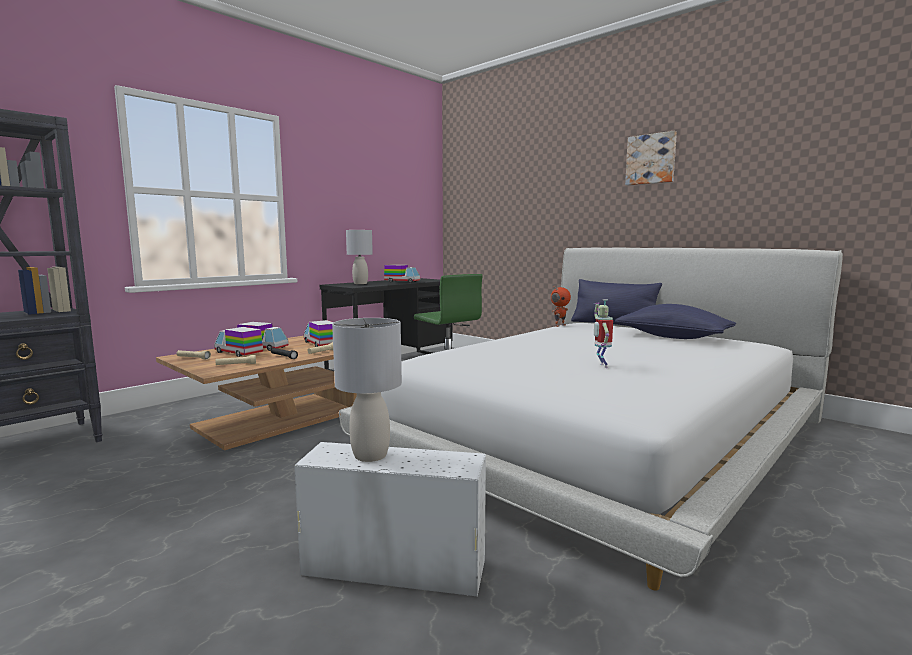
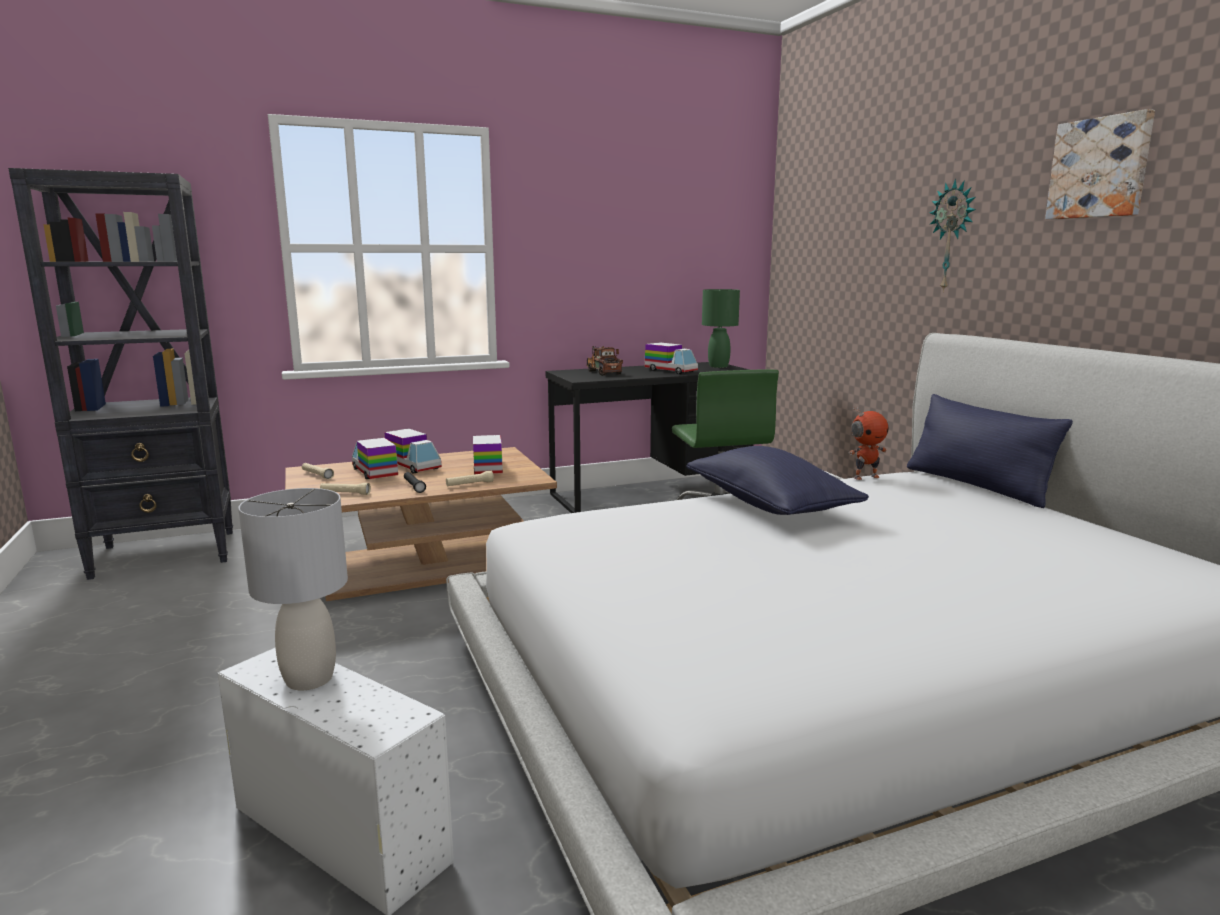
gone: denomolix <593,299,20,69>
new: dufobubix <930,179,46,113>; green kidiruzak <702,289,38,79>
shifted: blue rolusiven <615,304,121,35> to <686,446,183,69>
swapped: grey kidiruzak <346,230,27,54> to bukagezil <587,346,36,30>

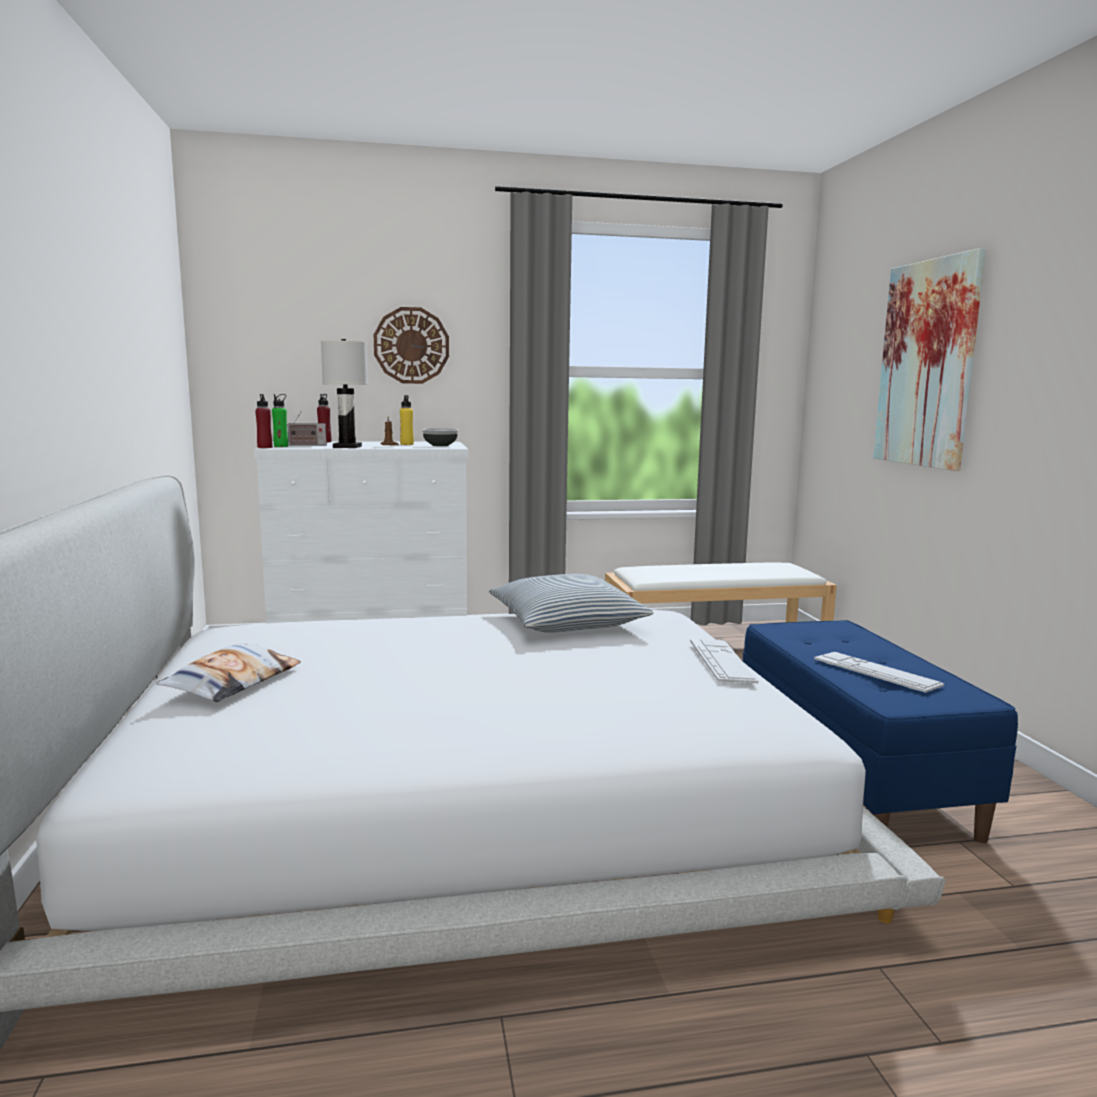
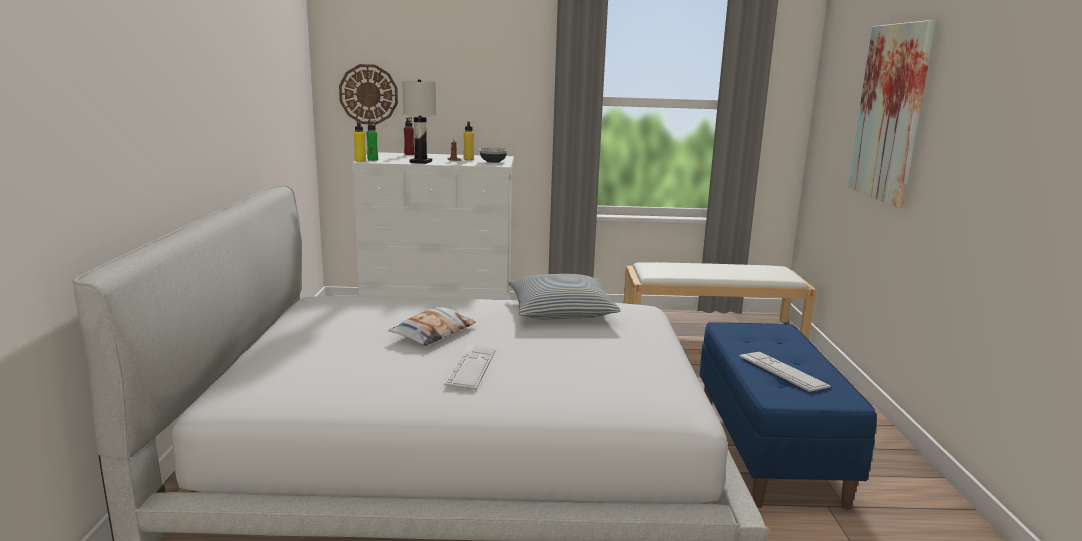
gone: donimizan <288,412,39,34>
shifted: dufobubix <374,307,75,77> to <339,64,59,60>; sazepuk <690,639,69,44> to <444,345,52,45>; rolusiven <156,643,145,59> to <388,307,88,39>
repainted: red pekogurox <255,394,17,54> to yellow pekogurox <354,121,12,41>

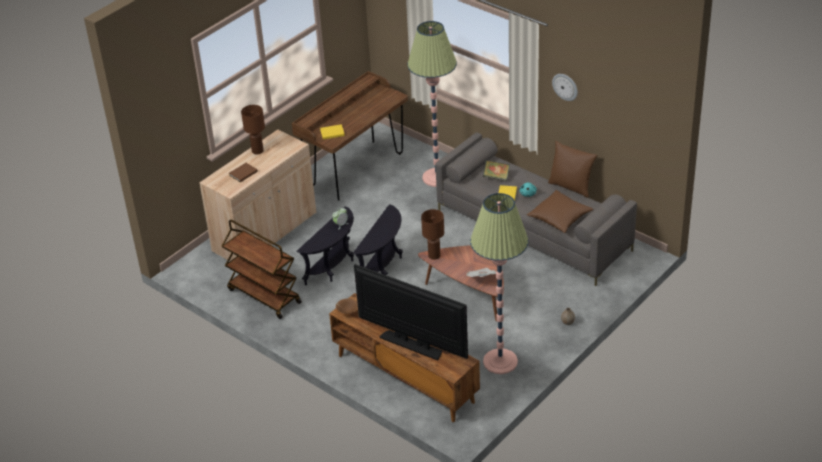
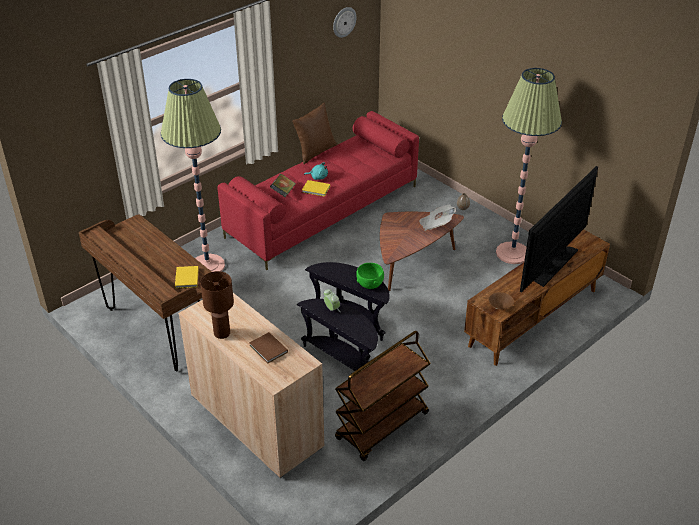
gone: brown rolusiven <527,190,66,43>; brown kidiruzak <421,209,23,51>
new: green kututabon <356,263,28,26>
shifted: dufobubix <552,74,26,27> to <333,7,24,31>
repainted: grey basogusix <435,132,202,154> to red basogusix <217,111,202,159>

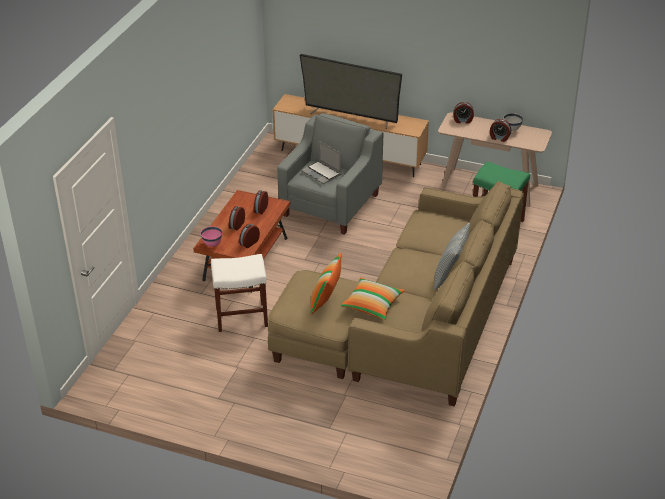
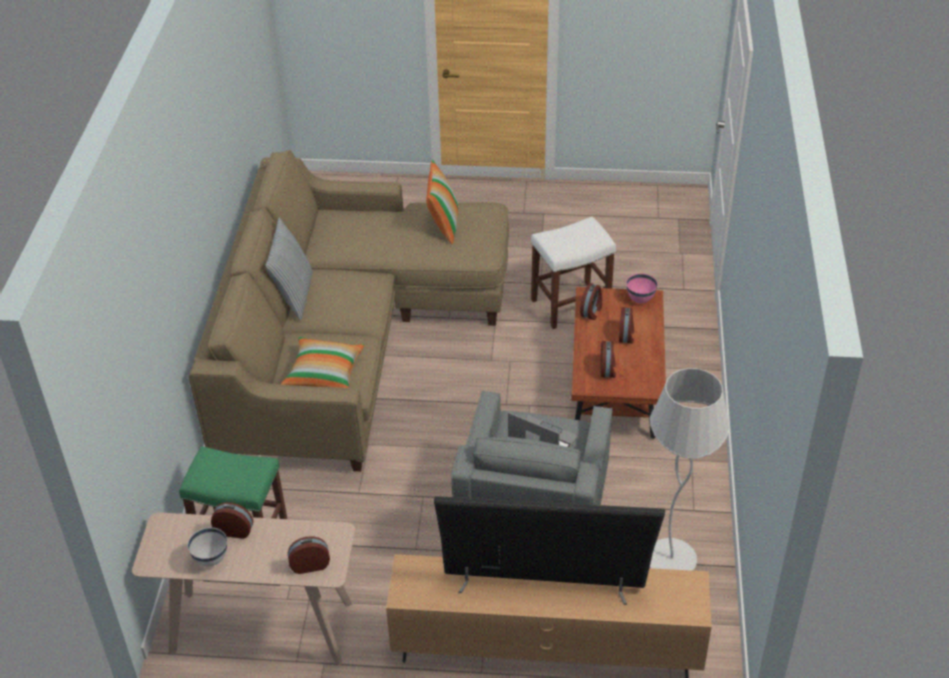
new: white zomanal <650,368,80,203>
shifted: rolusiven <341,277,64,43> to <281,337,83,51>

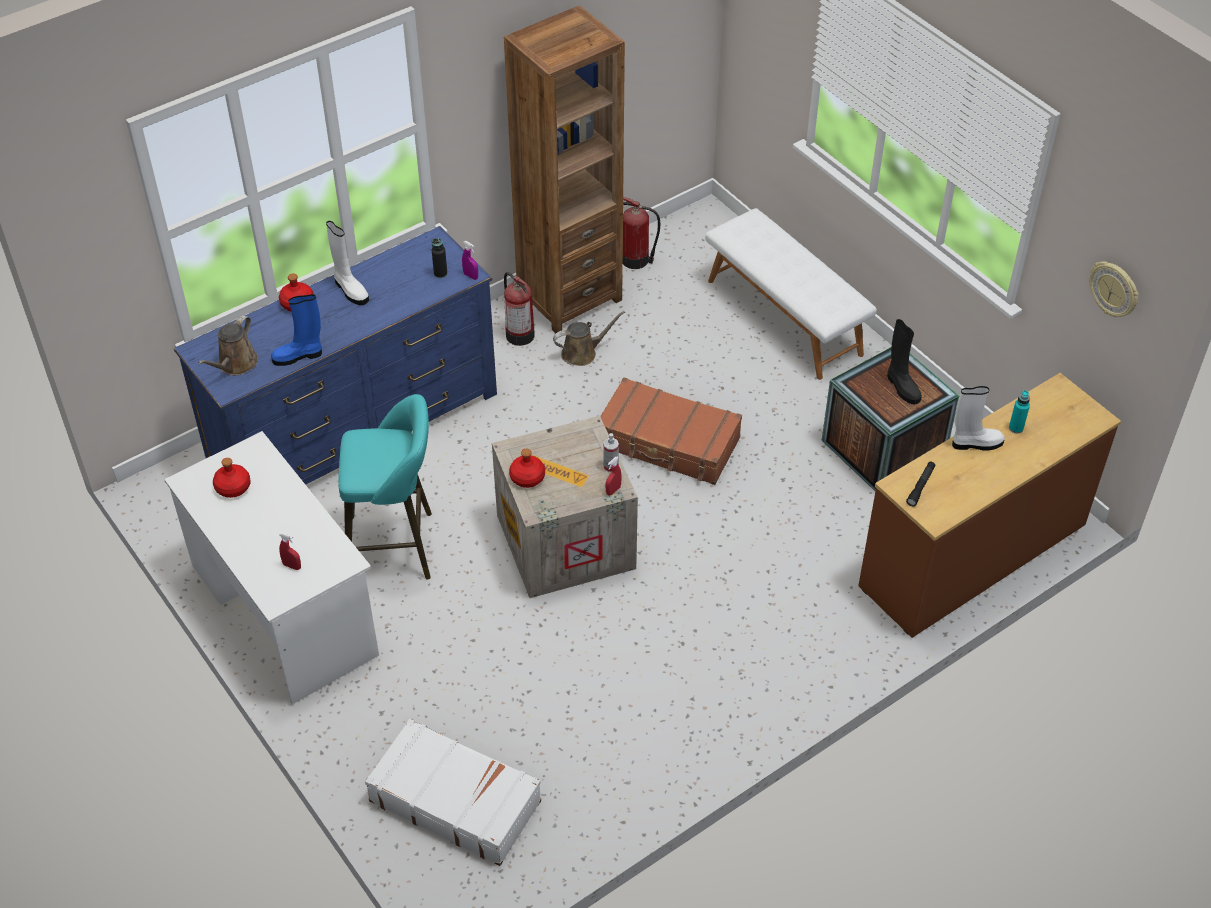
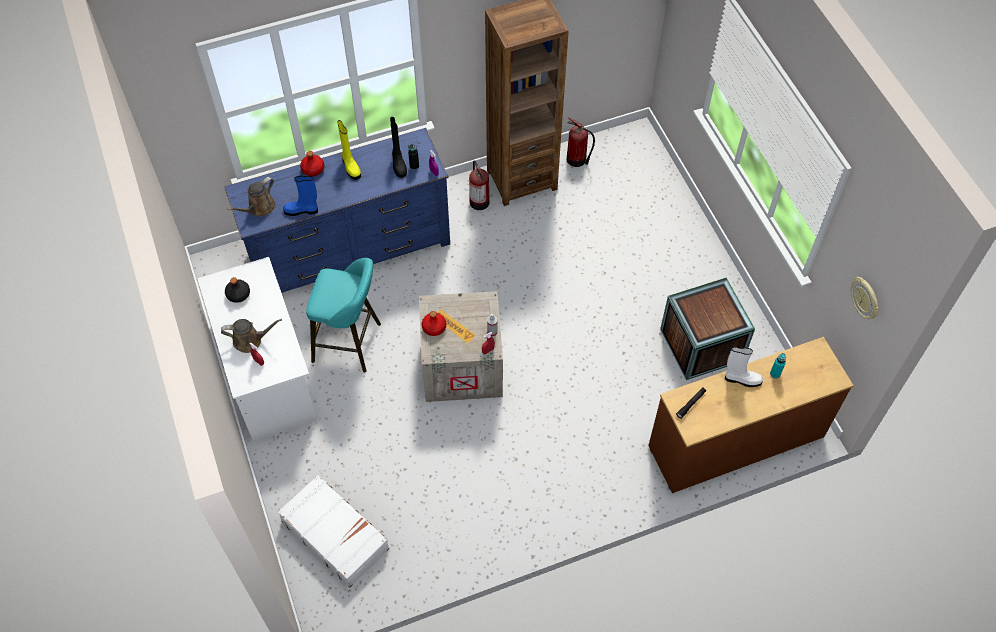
gone: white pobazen <705,208,172,172>; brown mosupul <600,377,142,108>
shifted: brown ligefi <553,311,72,55> to <221,319,61,34>; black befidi <887,319,35,86> to <390,117,17,61>
repainted: white befidi <326,221,43,84> to yellow befidi <337,120,24,60>; red pekogurox <213,458,38,40> to black pekogurox <225,277,25,26>

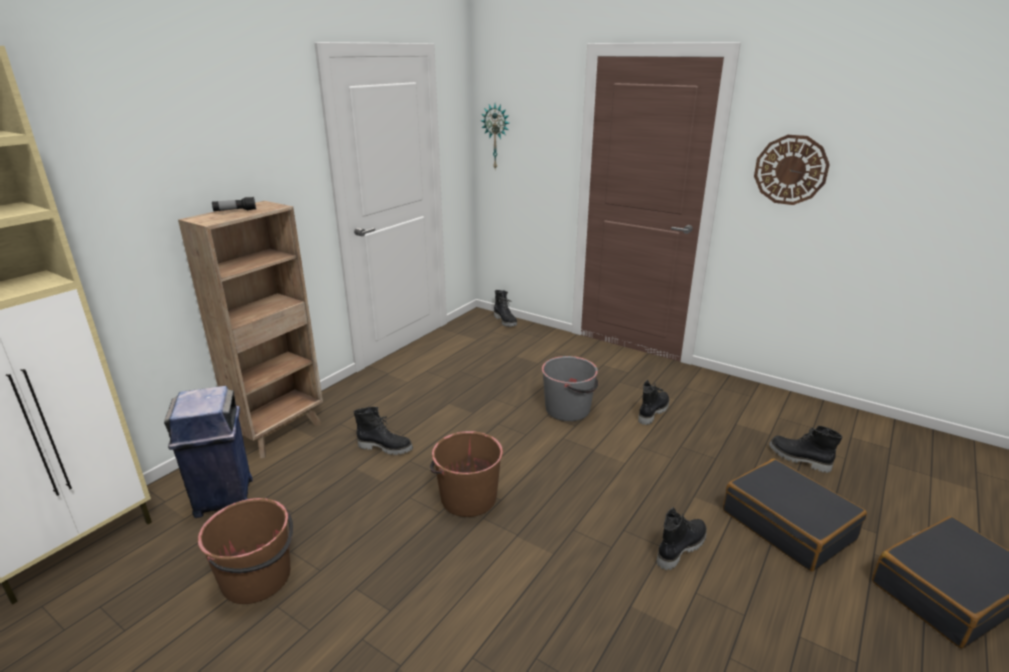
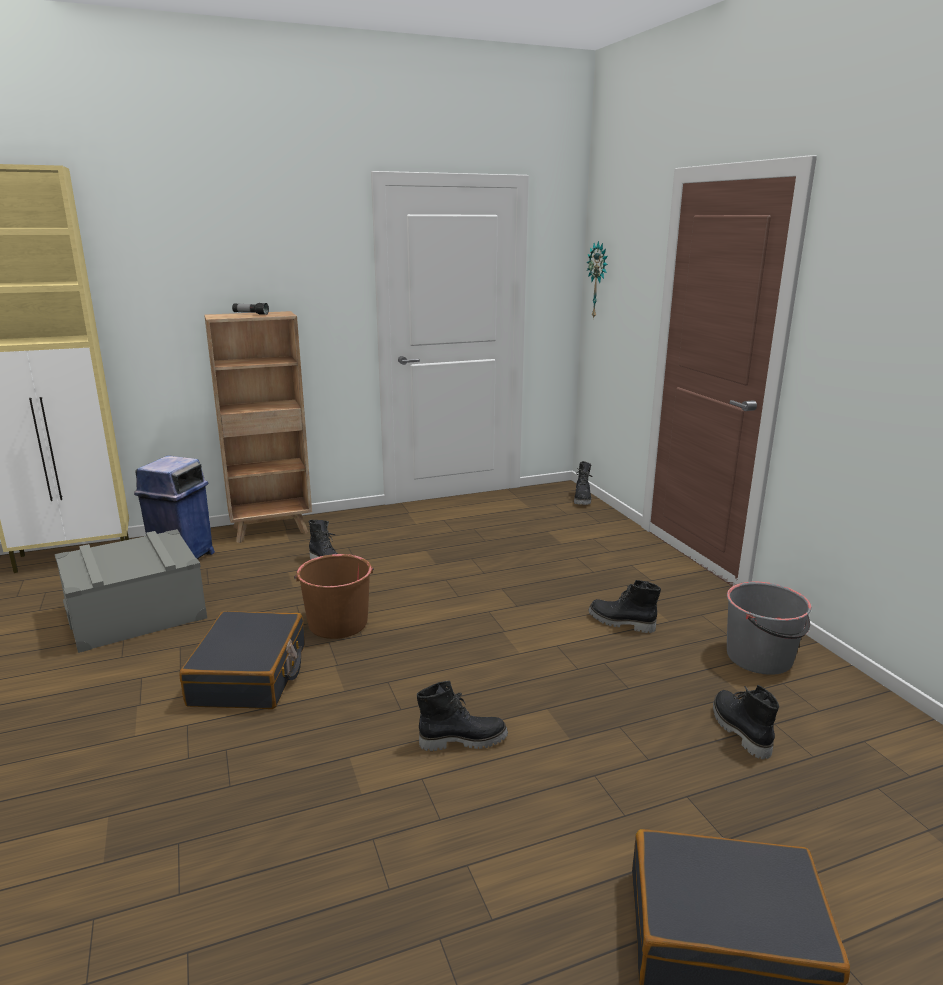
gone: dufobubix <754,135,76,70>
shifted: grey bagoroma <542,356,56,65> to <727,582,84,93>; black mosupul <723,458,144,113> to <179,611,126,98>
swapped: brown bagoroma <198,498,95,106> to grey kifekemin <55,529,152,124>
rotated: black befidi <638,380,31,45> = <588,580,73,53> 135 degrees counterclockwise

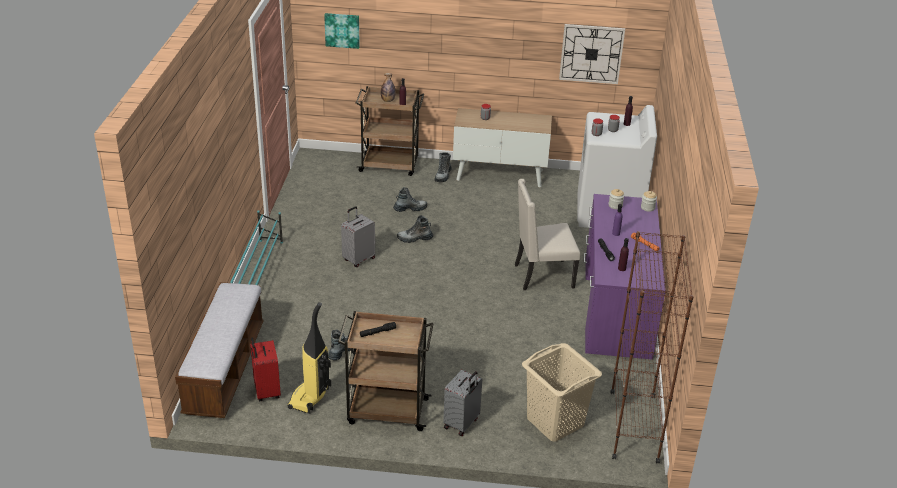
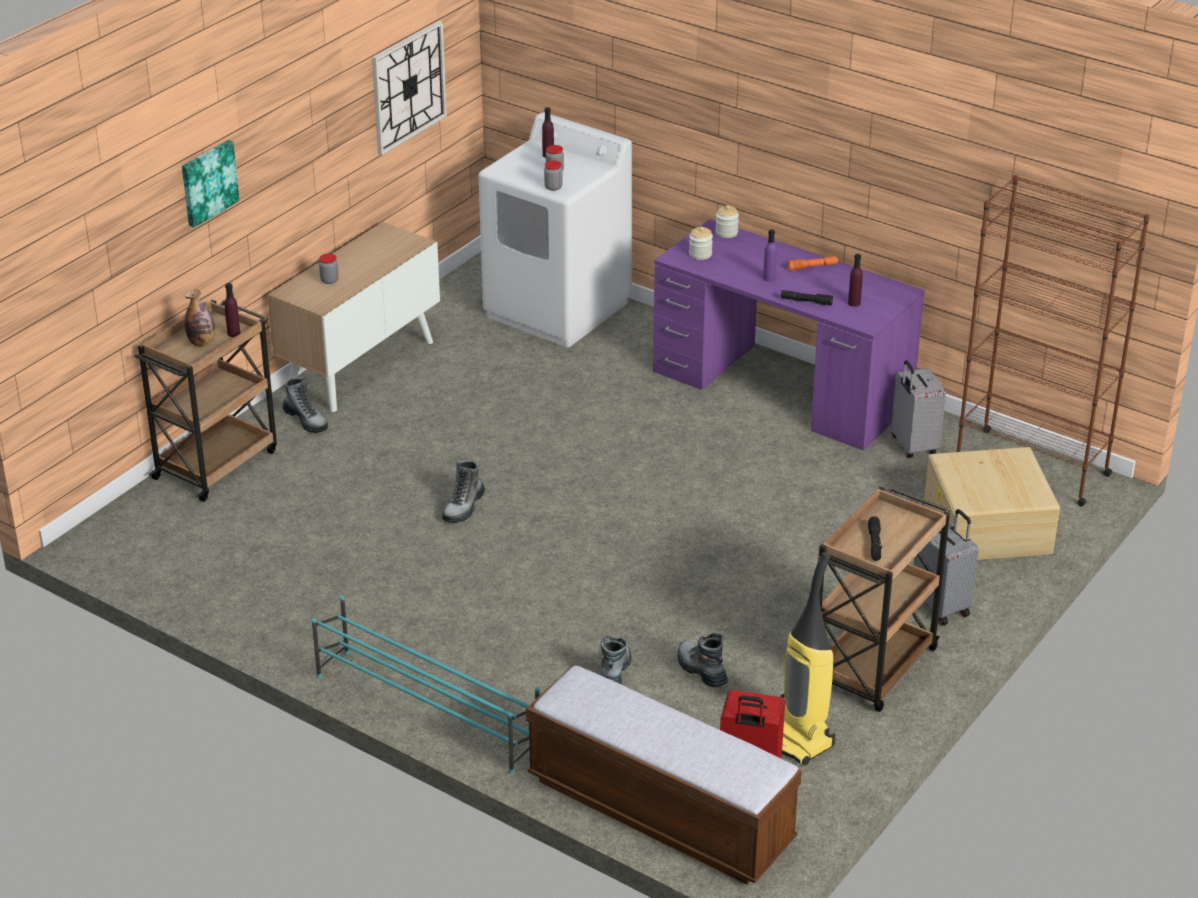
gone: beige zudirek <515,179,65,111>
shifted: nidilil <324,13,36,36> to <182,140,57,87>; befidi <393,187,34,25> to <601,635,31,50>; grey mosupul <341,206,34,61> to <891,360,55,98>
swapped: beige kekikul <522,343,80,98> to beige kifekemin <924,447,136,113>

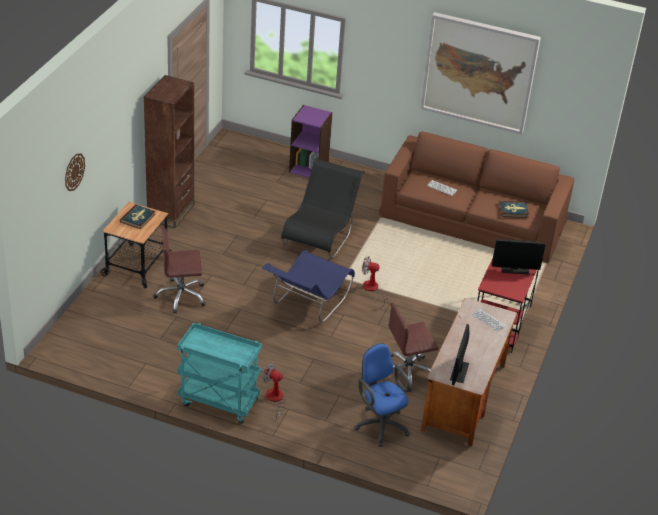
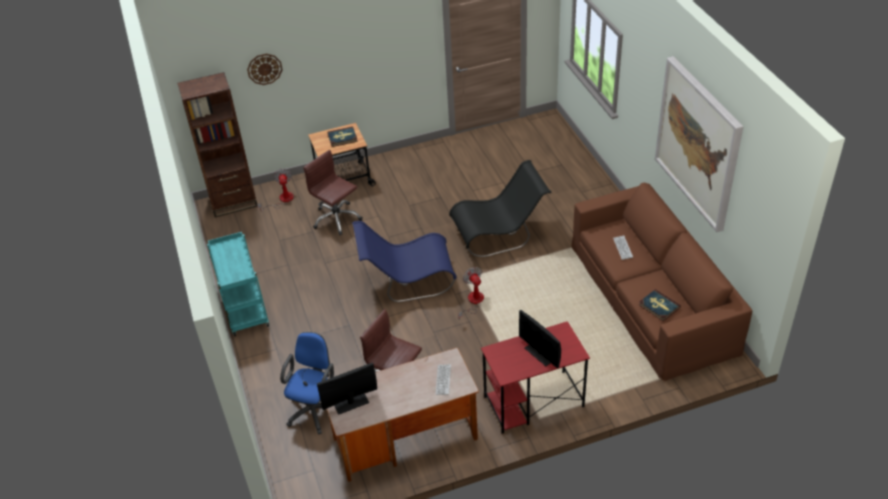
gone: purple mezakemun <289,105,44,73>
shifted: brown mezakemun <144,75,51,153> to <177,72,80,145>; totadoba <262,363,23,58> to <257,169,37,43>

